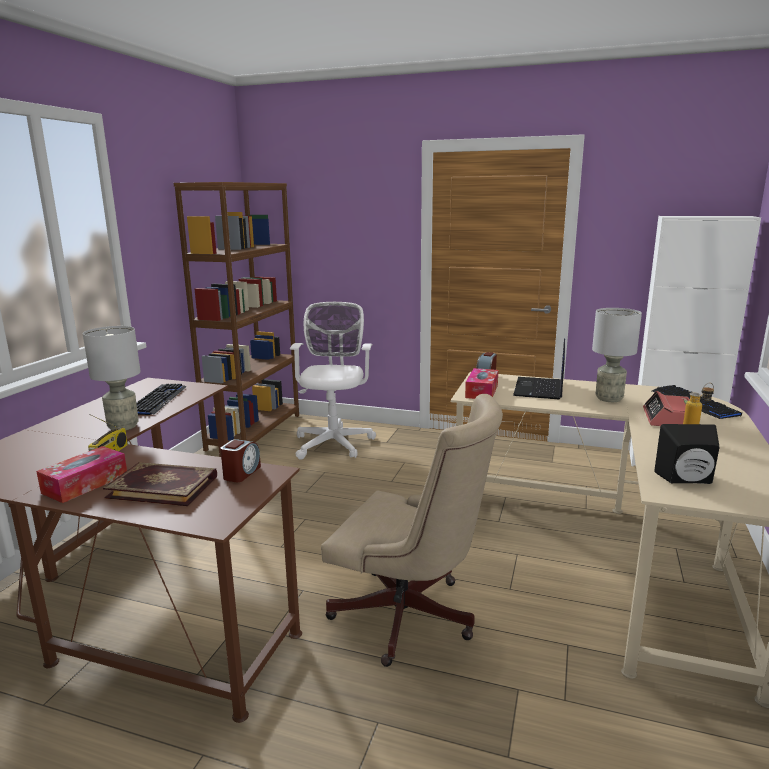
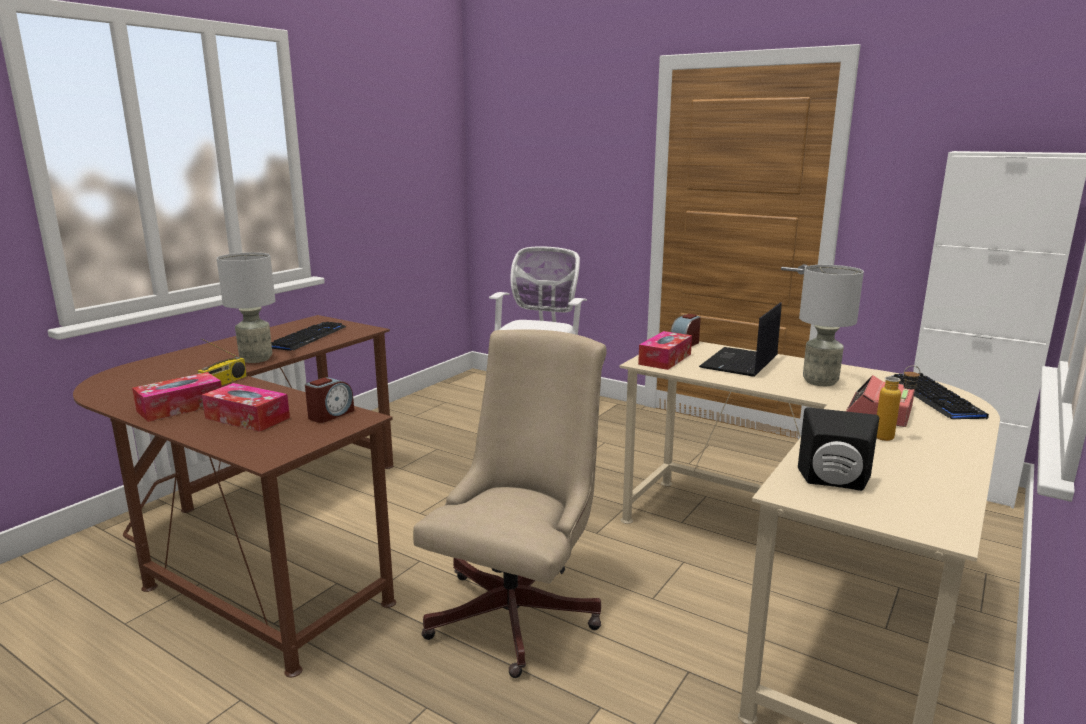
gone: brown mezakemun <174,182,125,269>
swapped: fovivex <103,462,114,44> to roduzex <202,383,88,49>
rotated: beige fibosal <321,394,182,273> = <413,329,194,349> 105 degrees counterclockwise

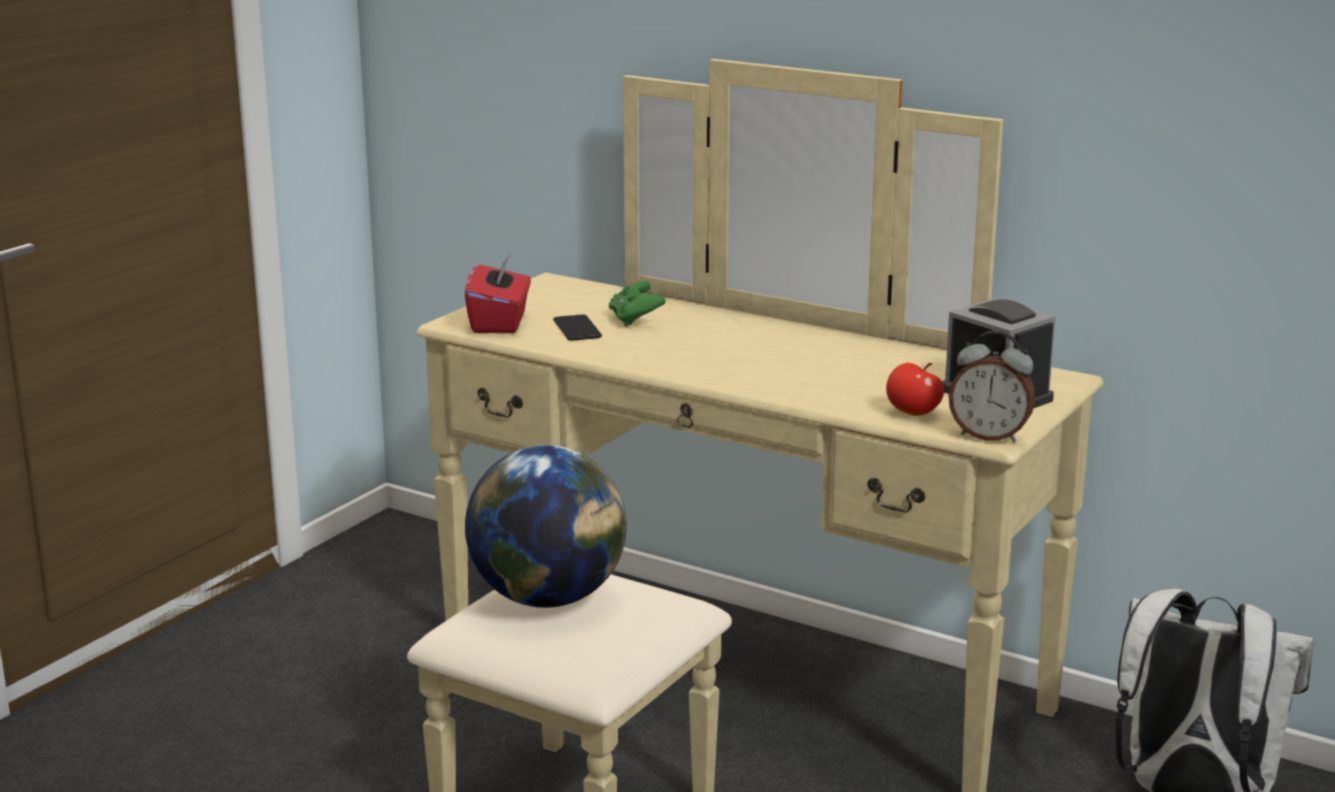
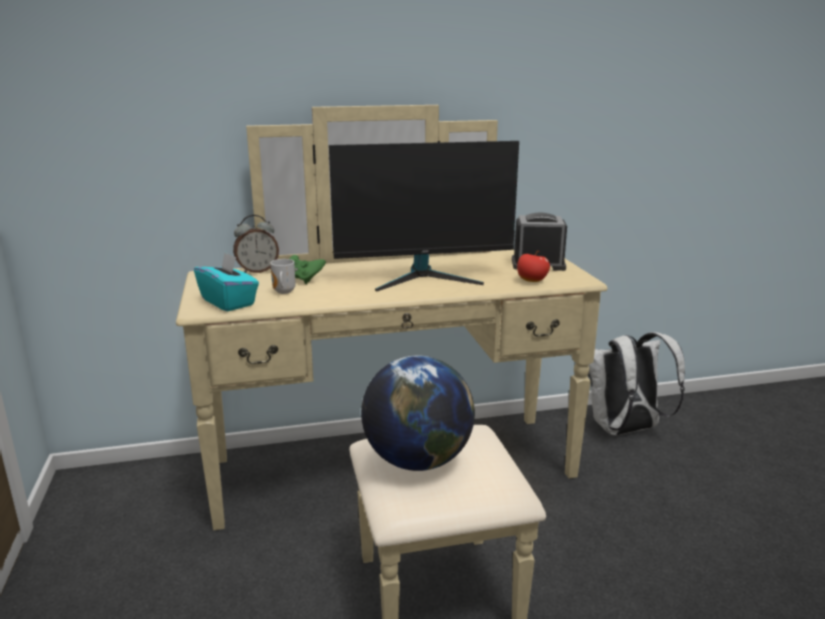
new: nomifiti <329,141,190,151>
shifted: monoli <949,331,86,111> to <233,215,46,58>
swapped: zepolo <553,314,49,27> to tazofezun <270,259,25,35>
repainted: red roduzex <465,252,66,81> to turquoise roduzex <194,252,65,60>

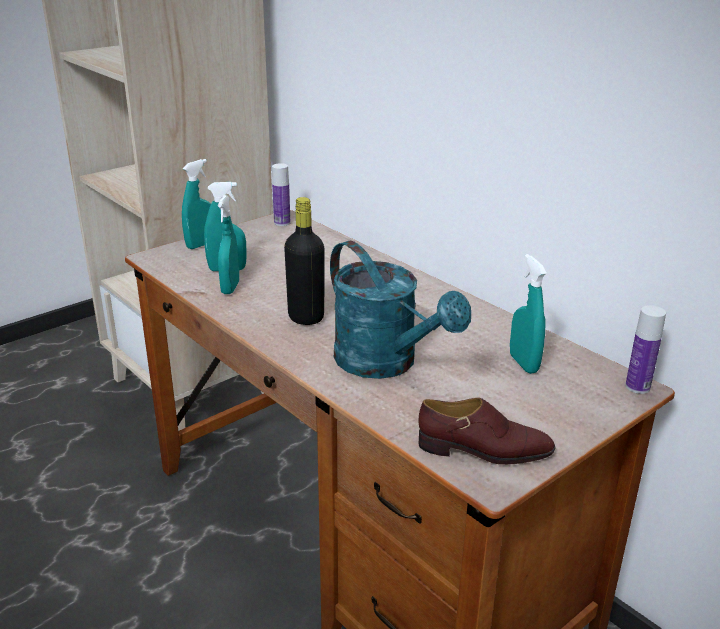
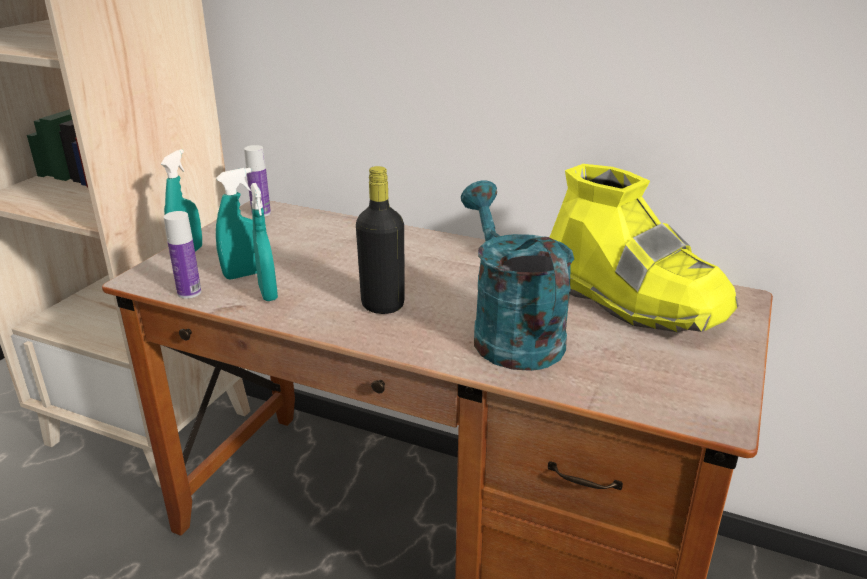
gone: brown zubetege <419,398,136,67>
shifted: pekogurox <625,305,41,89> to <164,211,37,88>
swapped: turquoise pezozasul <510,254,37,120> to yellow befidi <550,164,189,168>
rotated: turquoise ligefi <330,241,141,138> = <461,180,113,191> 135 degrees counterclockwise

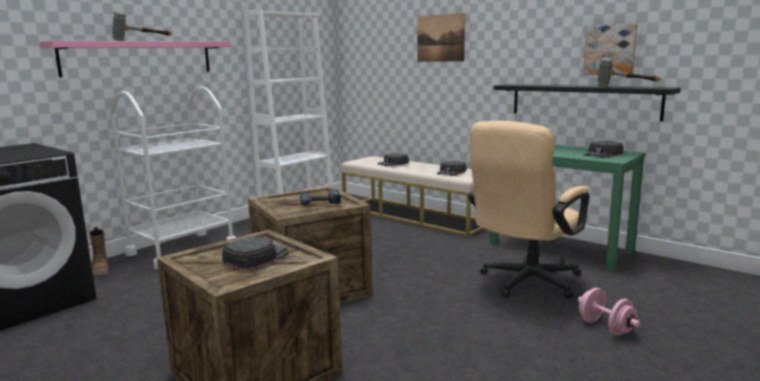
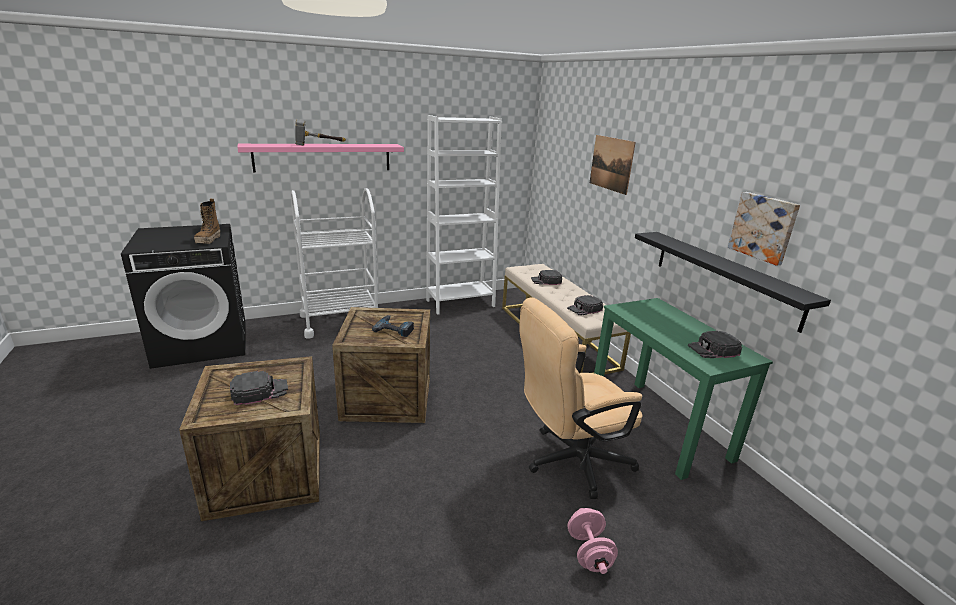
gone: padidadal <597,57,63,30>
shifted: befidi <89,227,20,49> to <194,199,26,45>

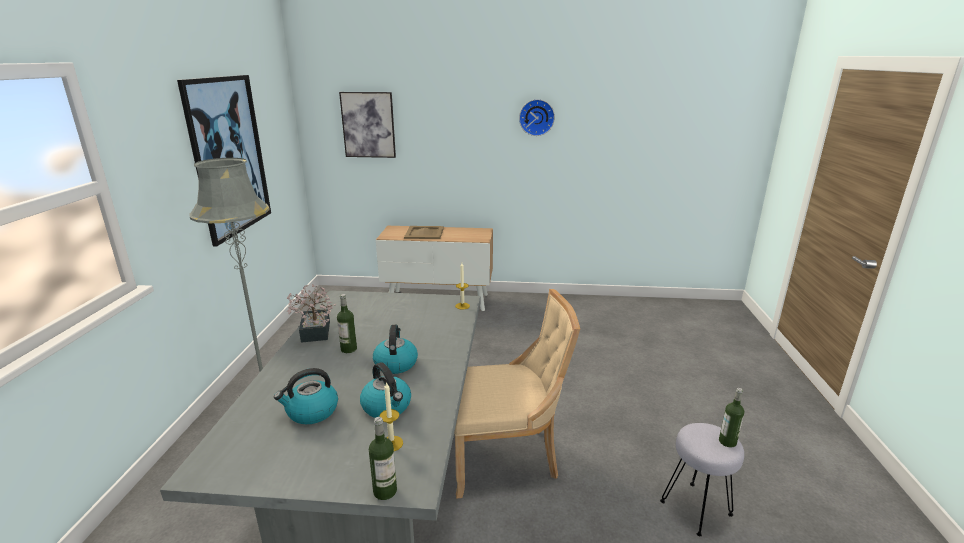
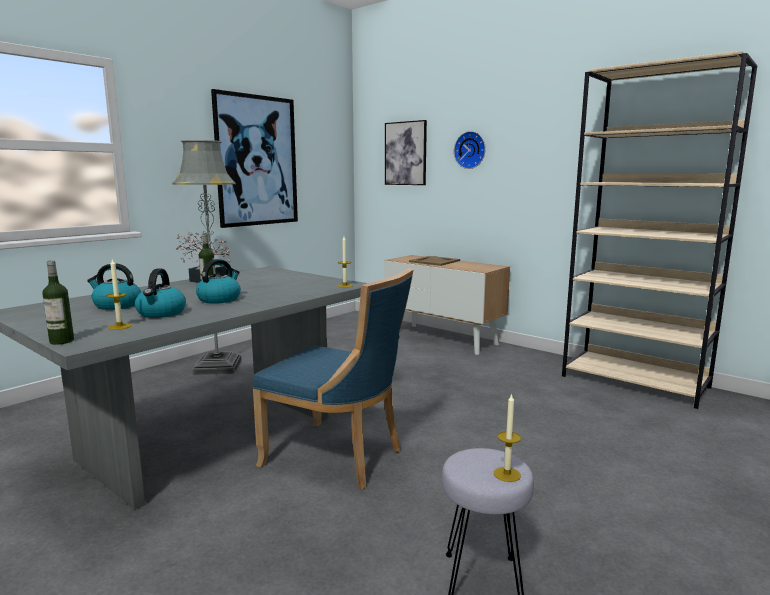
new: beige mezakemun <562,51,196,358>
shifted: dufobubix <519,99,36,37> to <454,131,32,38>
swapped: pekogurox <719,388,25,59> to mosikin <494,393,27,89>
repainted: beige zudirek <454,289,126,210> to blue zudirek <252,268,162,221>

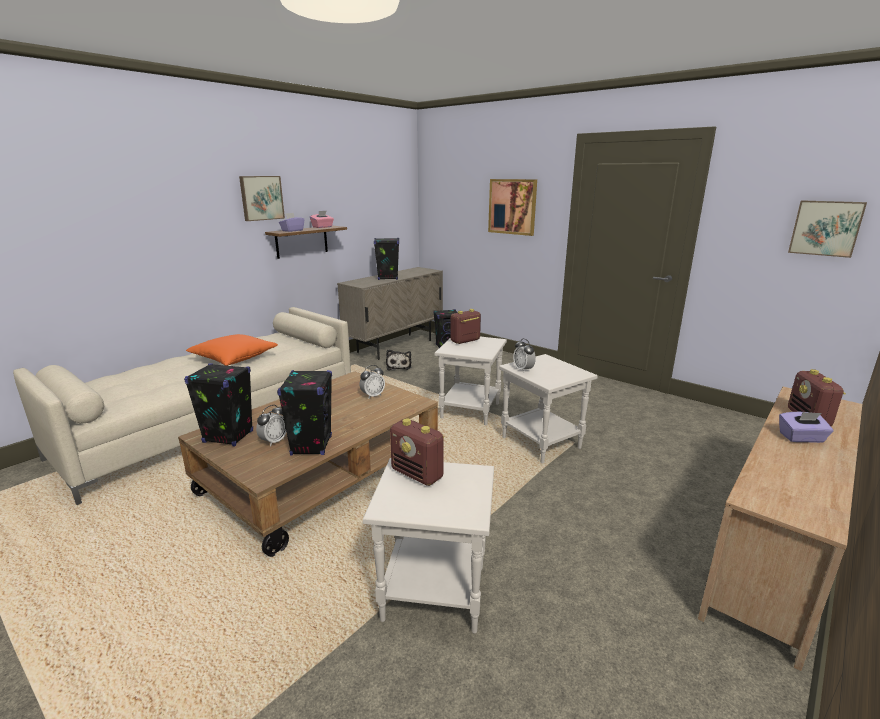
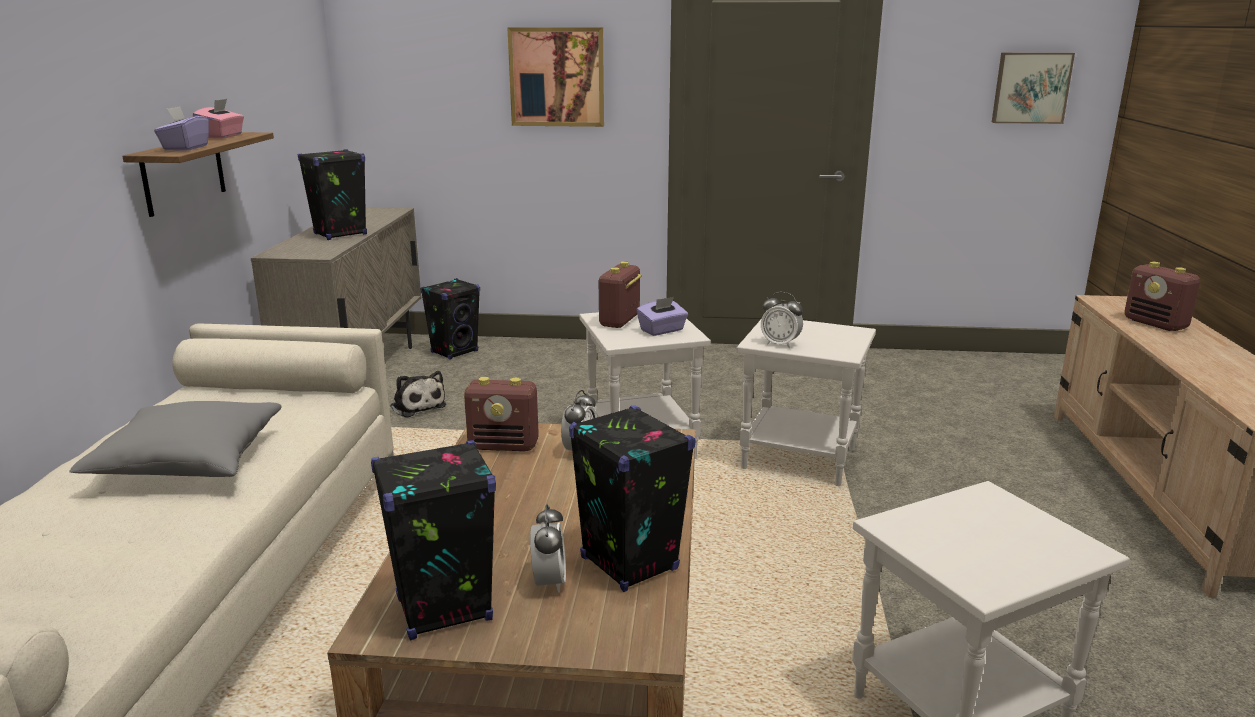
gone: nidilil <239,176,46,45>
shifted: purple roduzex <779,412,55,31> to <637,297,51,39>; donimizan <390,418,54,68> to <464,377,75,74>
repainted: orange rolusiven <186,334,92,32> to grey rolusiven <69,401,213,76>

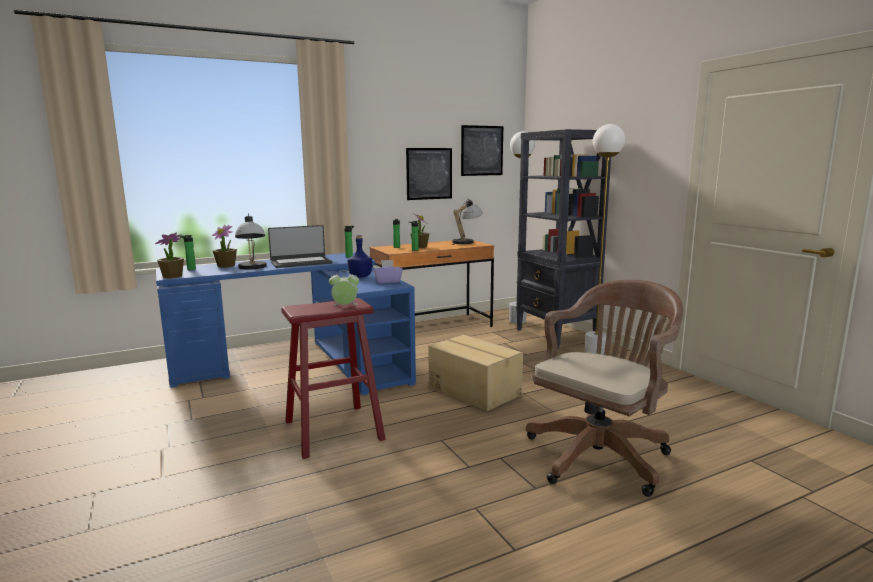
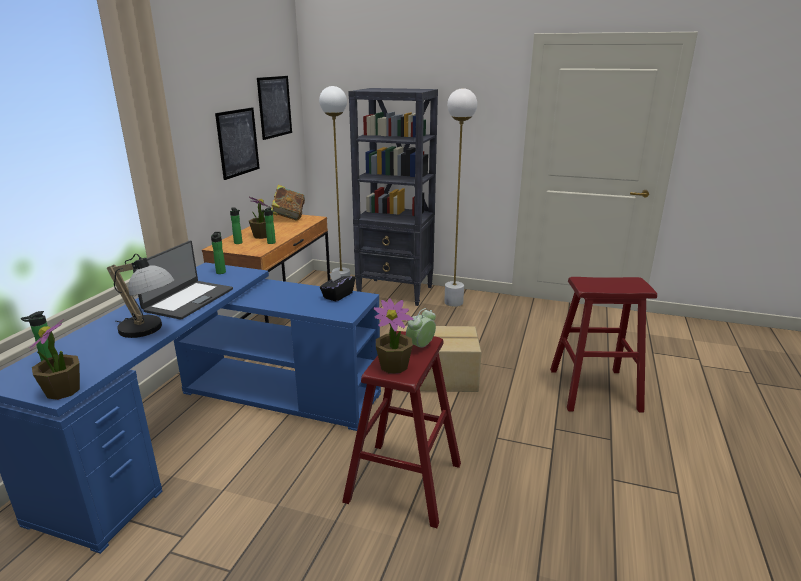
gone: blue pekogurox <347,235,25,42>
shifted: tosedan <212,225,25,43> to <374,298,39,76>
swapped: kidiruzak <452,199,31,46> to fovivex <271,185,34,36>; brown fibosal <526,280,157,217> to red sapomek <550,277,107,135>
repainted: purple roduzex <373,260,30,24> to black roduzex <320,269,35,32>

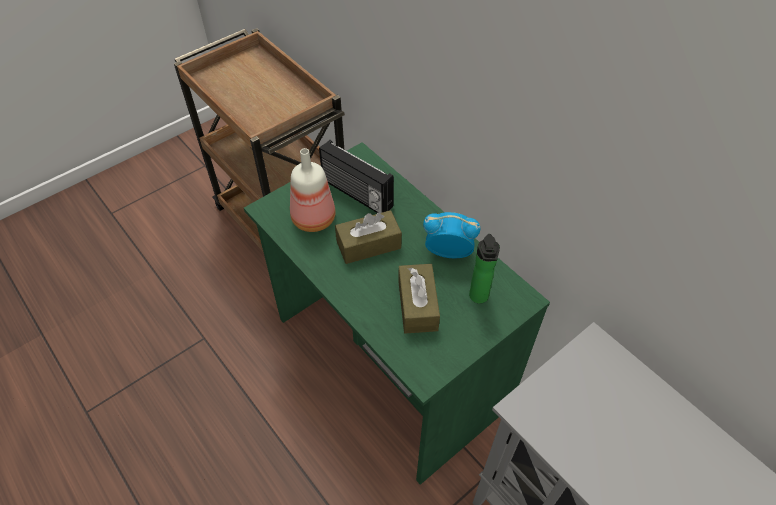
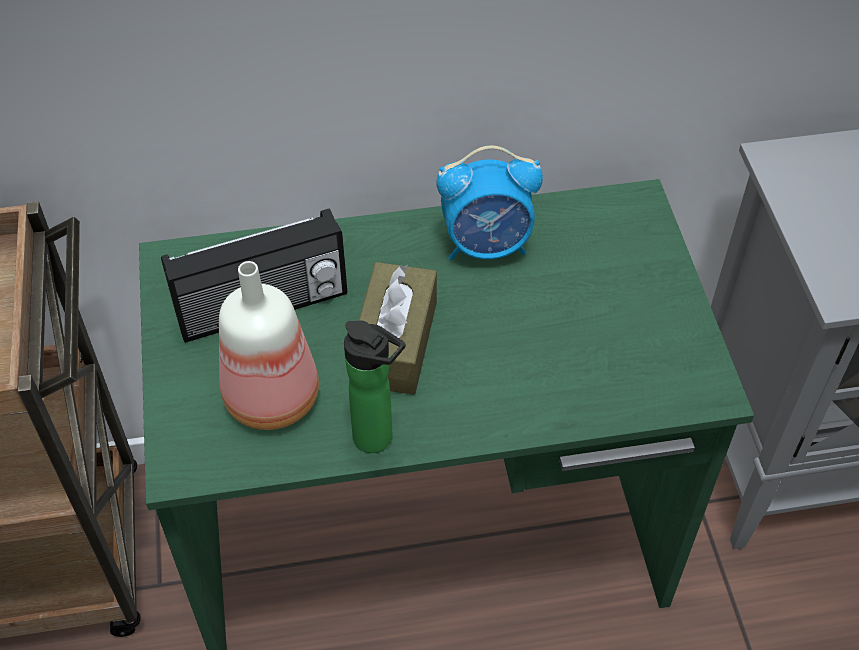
gone: brown roduzex <398,264,42,70>
shifted: pekogurox <469,234,31,70> to <344,320,61,133>
rotated: monoli <423,212,57,46> = <436,145,107,116> 135 degrees counterclockwise

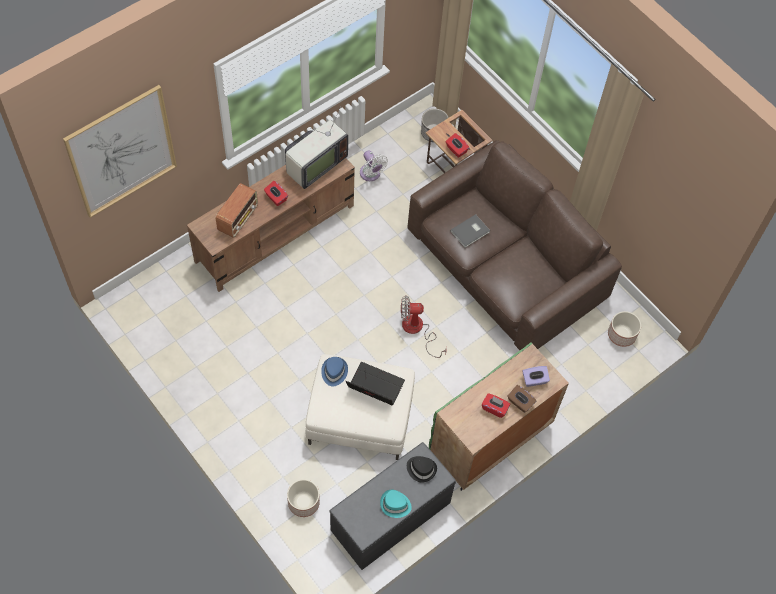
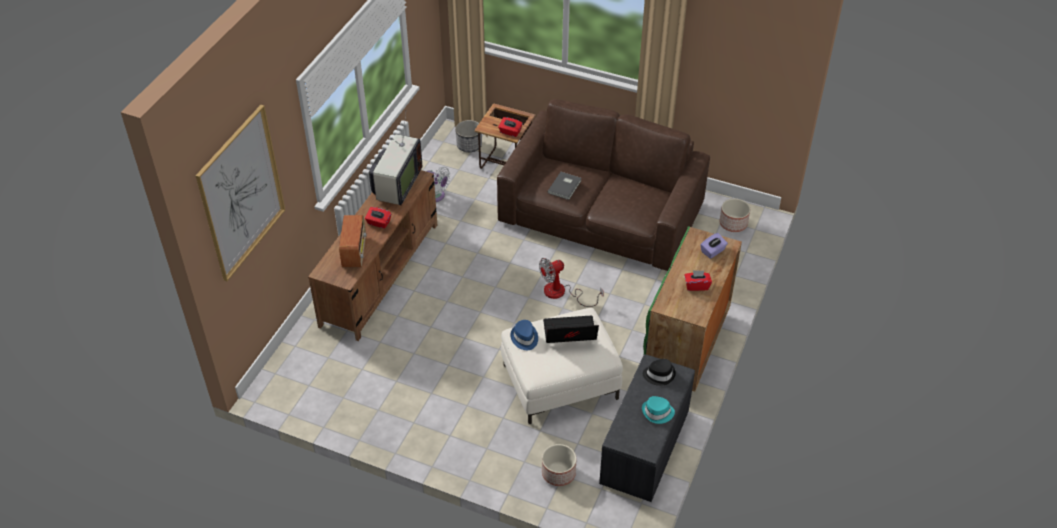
gone: brown roduzex <507,385,29,28>

